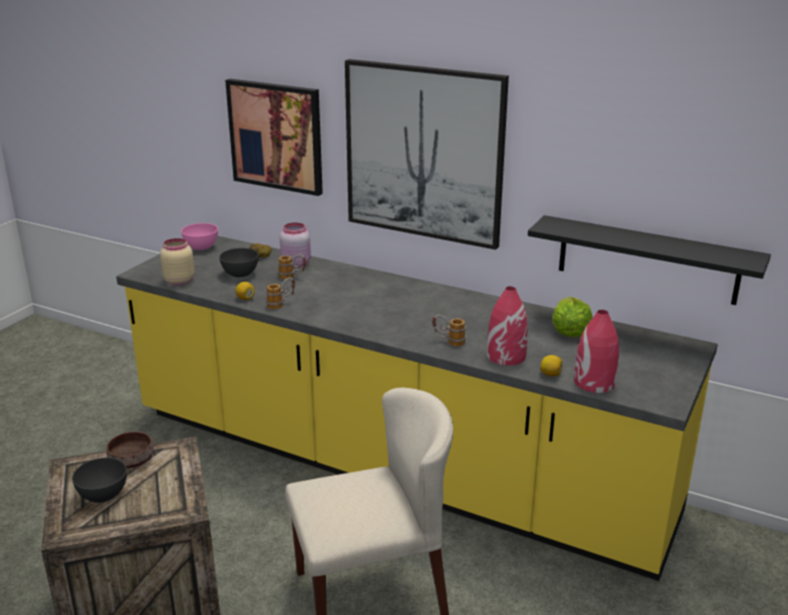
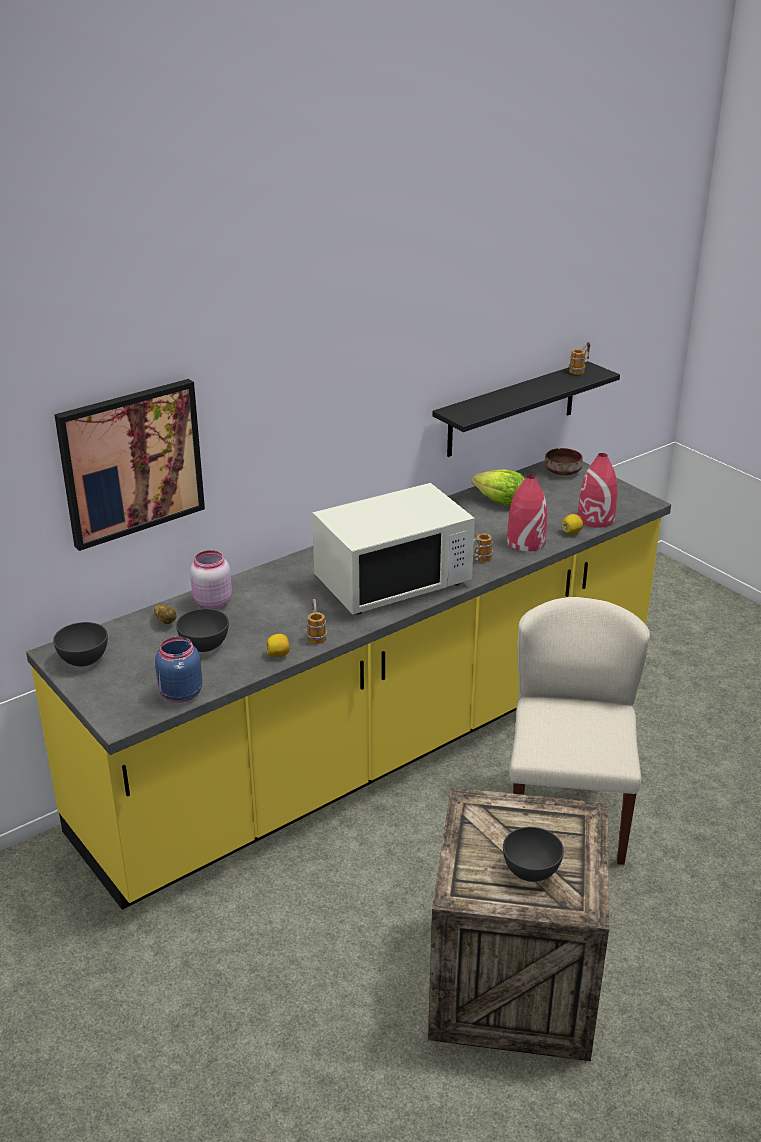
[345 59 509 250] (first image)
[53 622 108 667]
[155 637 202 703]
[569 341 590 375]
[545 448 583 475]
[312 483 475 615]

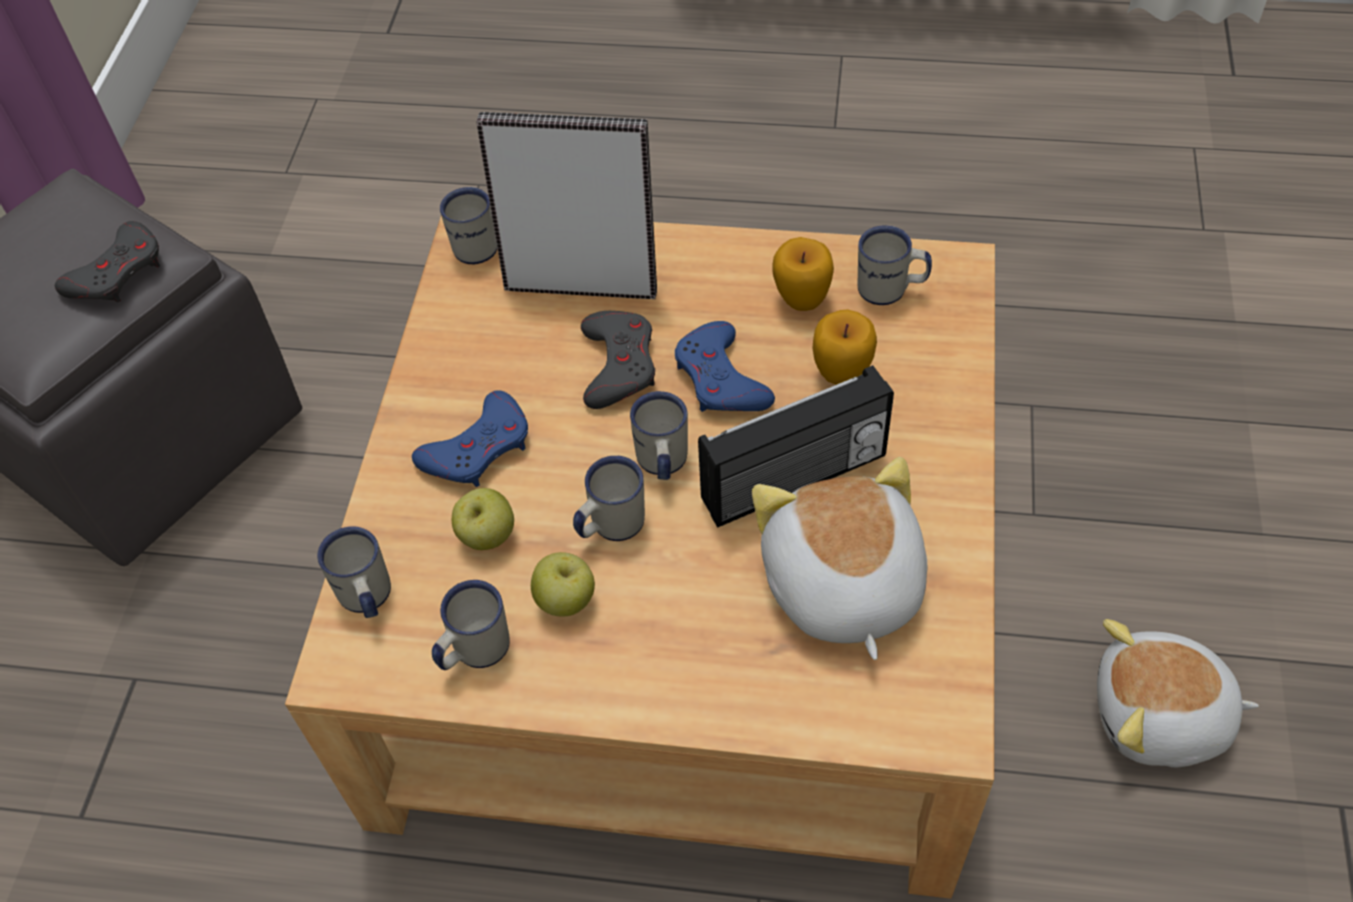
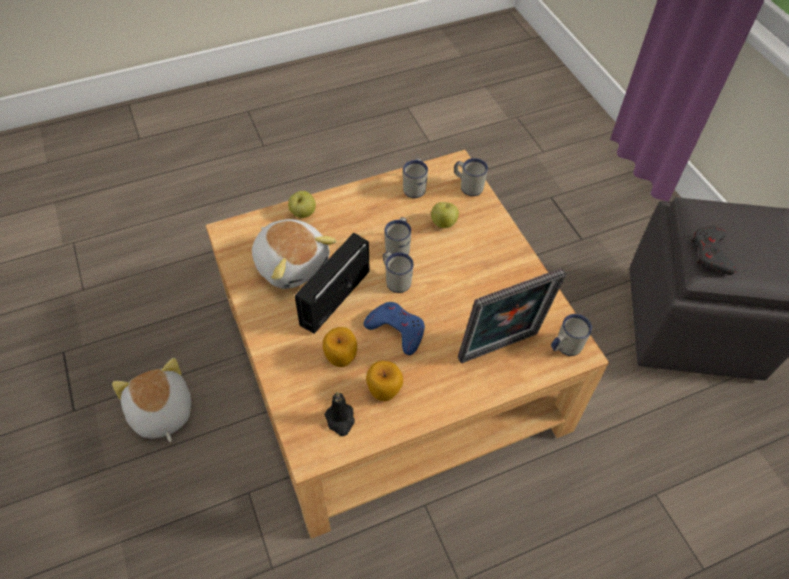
[325 392 355 436]
[581 311 655 409] (first image)
[412 390 528 487] (first image)
[288 191 316 218]
[112 358 191 442]

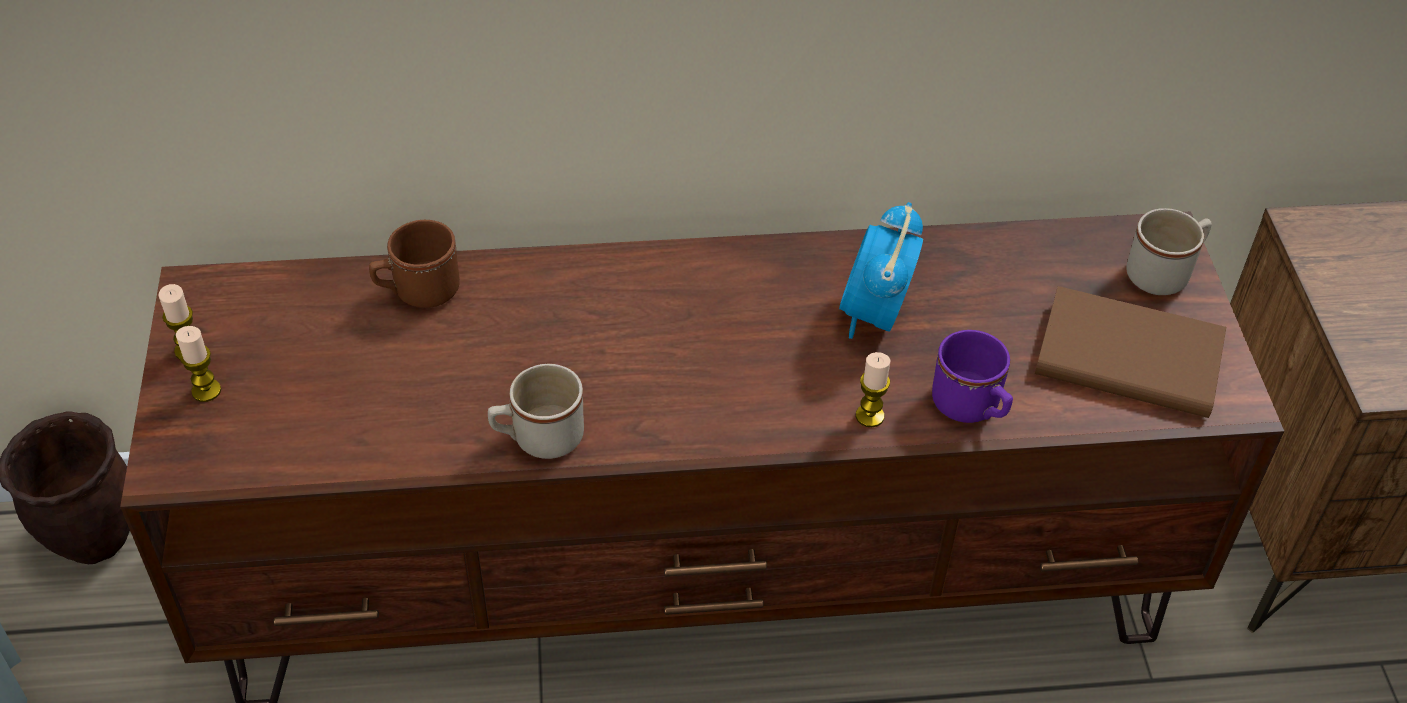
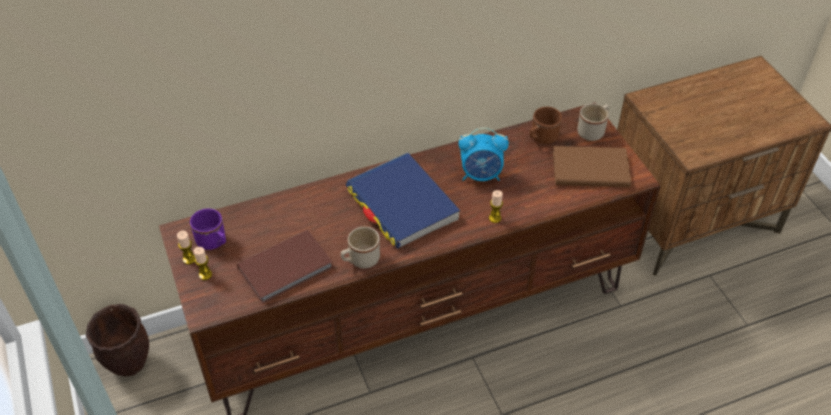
[459 127 509 181]
[530 107 562 144]
[190 209 226 250]
[346 152 461 249]
[237 230 333 304]

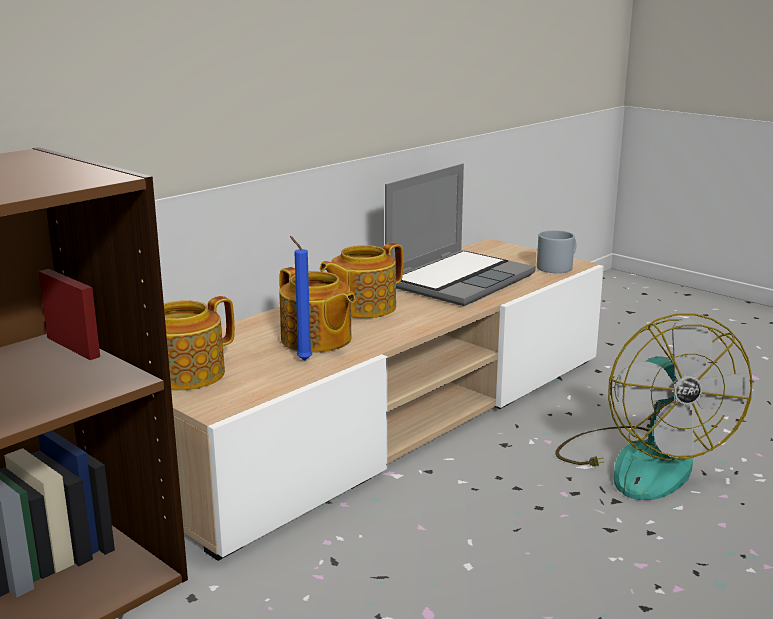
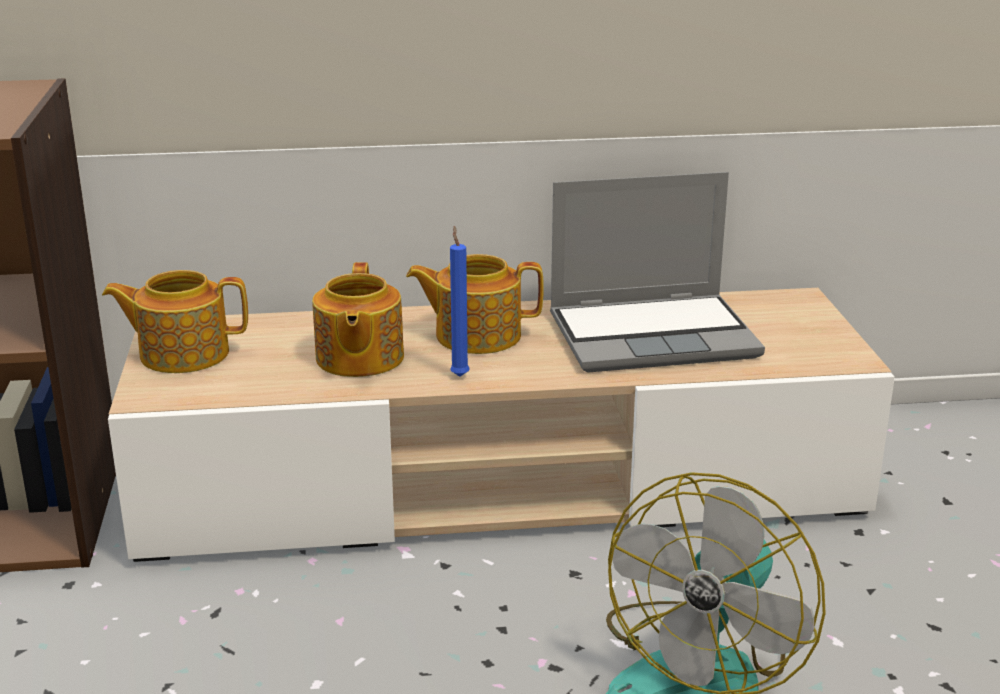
[537 230 576 273] (first image)
[450 226 470 377]

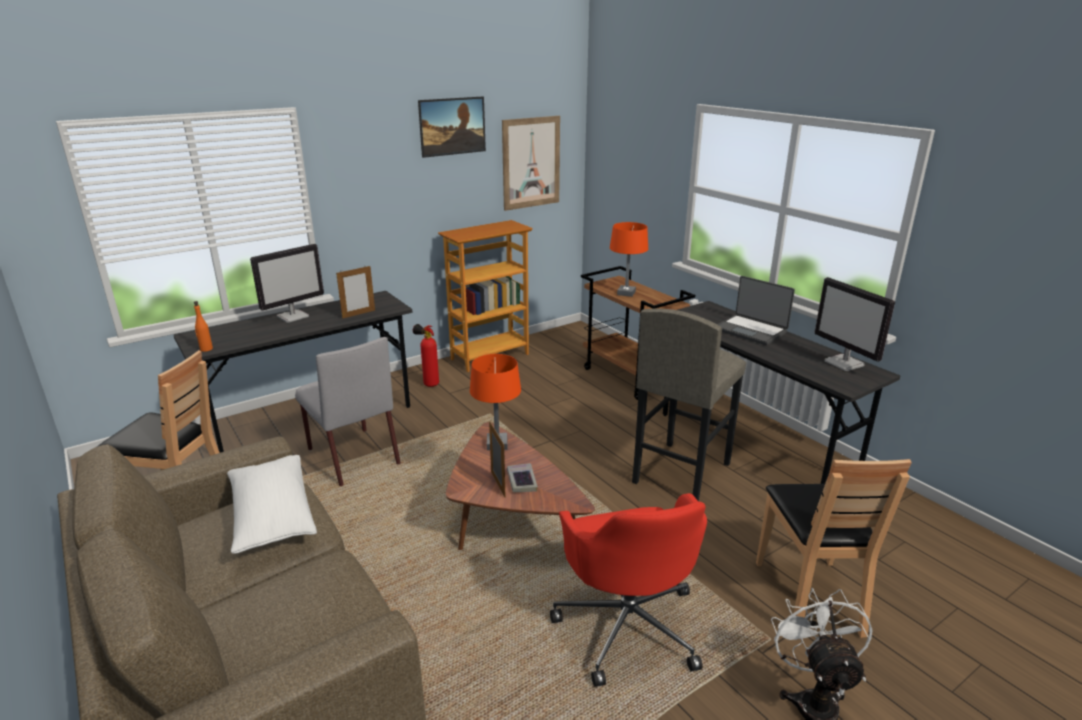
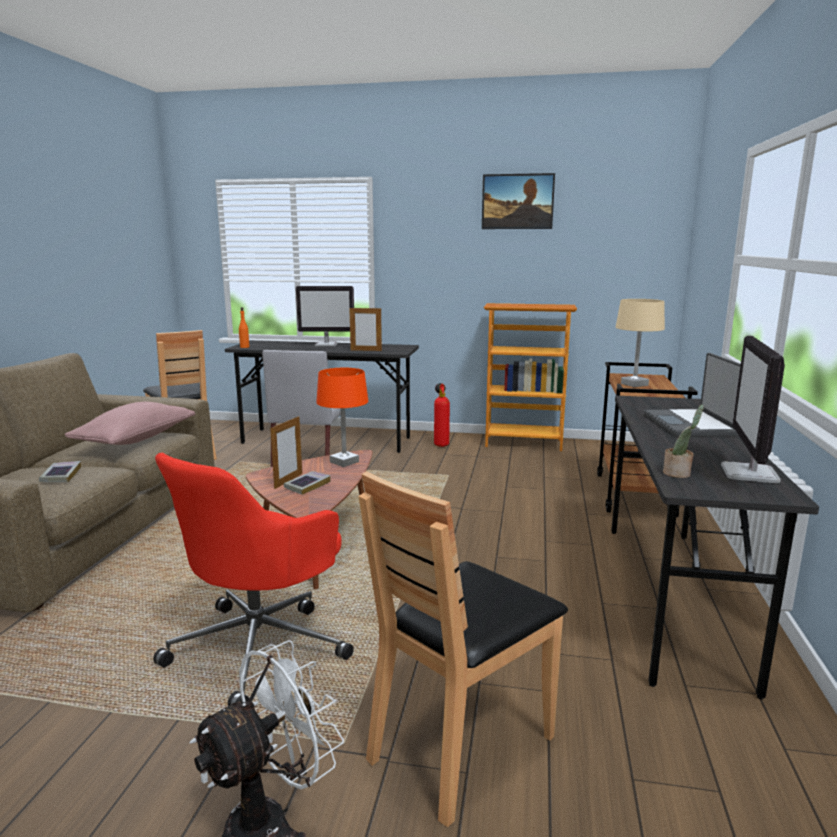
[502 116 560 211] (first image)
[616 299 665 387]
[632 309 746 501] (first image)
[65 402 195 445]
[663 405 704 478]
[39 461 81 482]

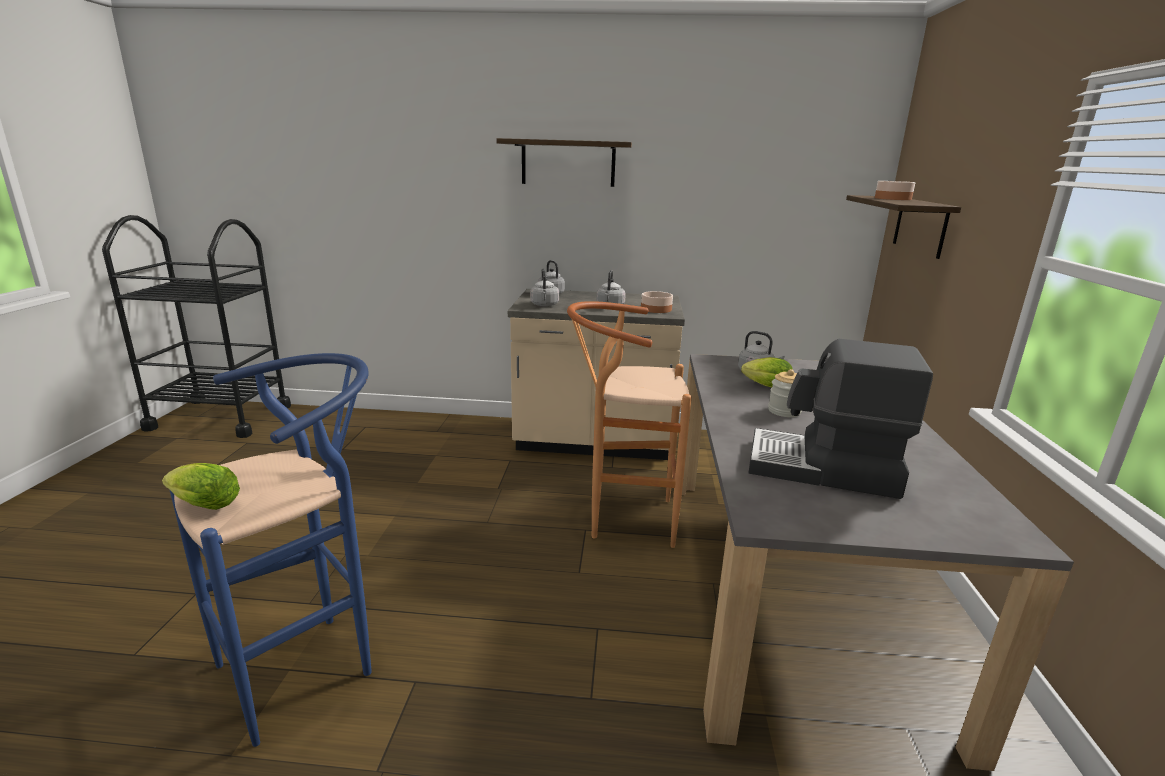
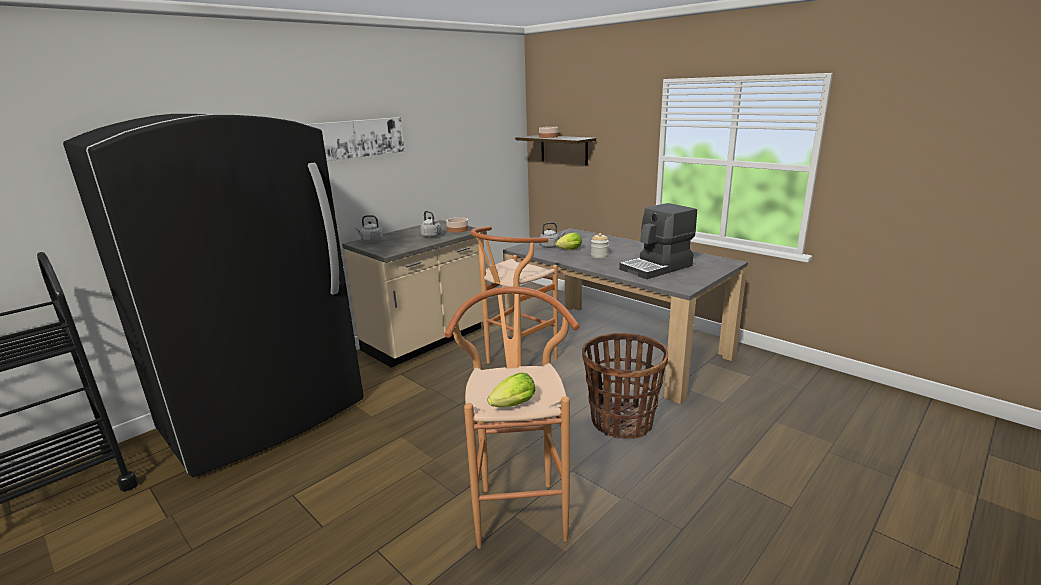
[305 117 404 161]
[530 268 559 307] (first image)
[444 287 580 549]
[63 114 364 477]
[582 333 668 439]

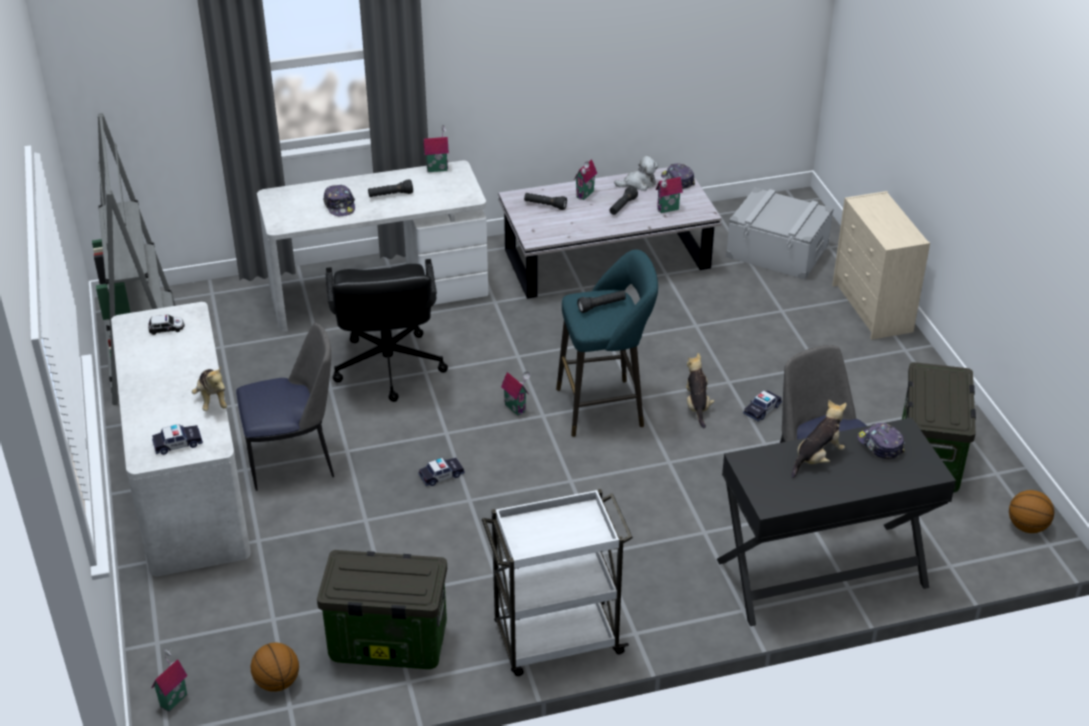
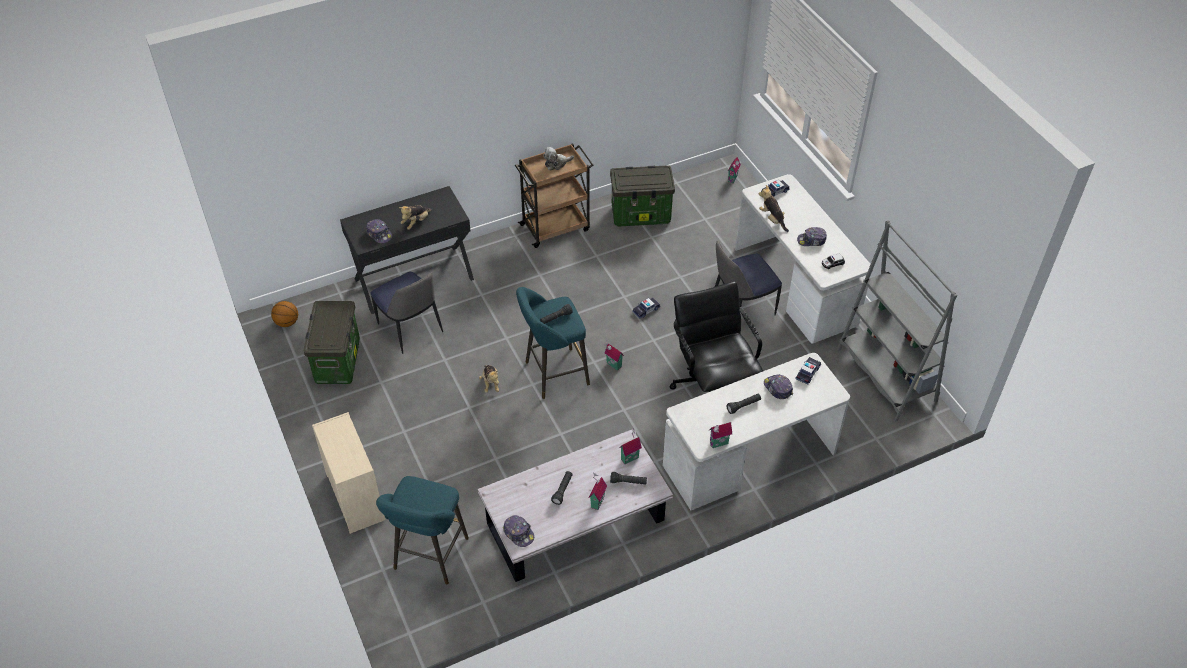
[543 147 574 170]
[619 428 642 464]
[376 476 469 584]
[795 357 821 385]
[515 143 593 248]
[251 643 299 692] (first image)
[797 227 827 246]

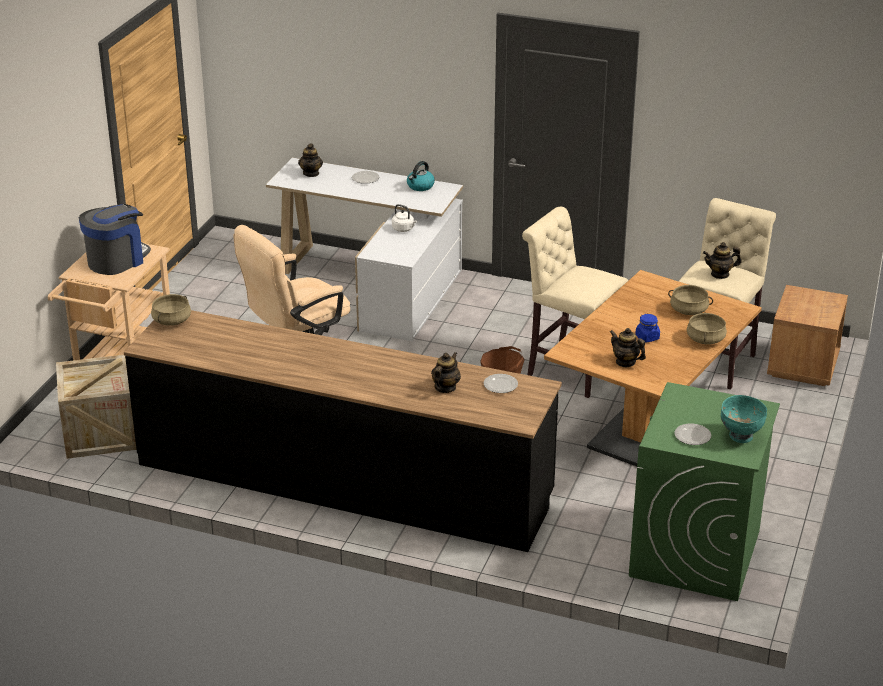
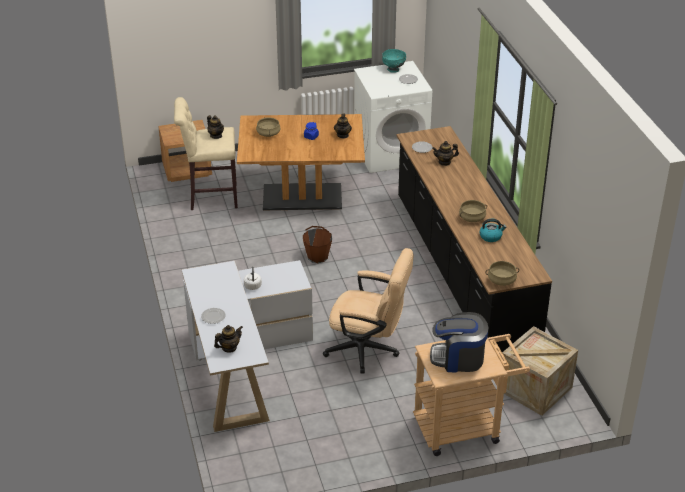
[479 219 507 242]
[522 206 628 398] (first image)
[459 200 487 222]
[354 61 432 173]

